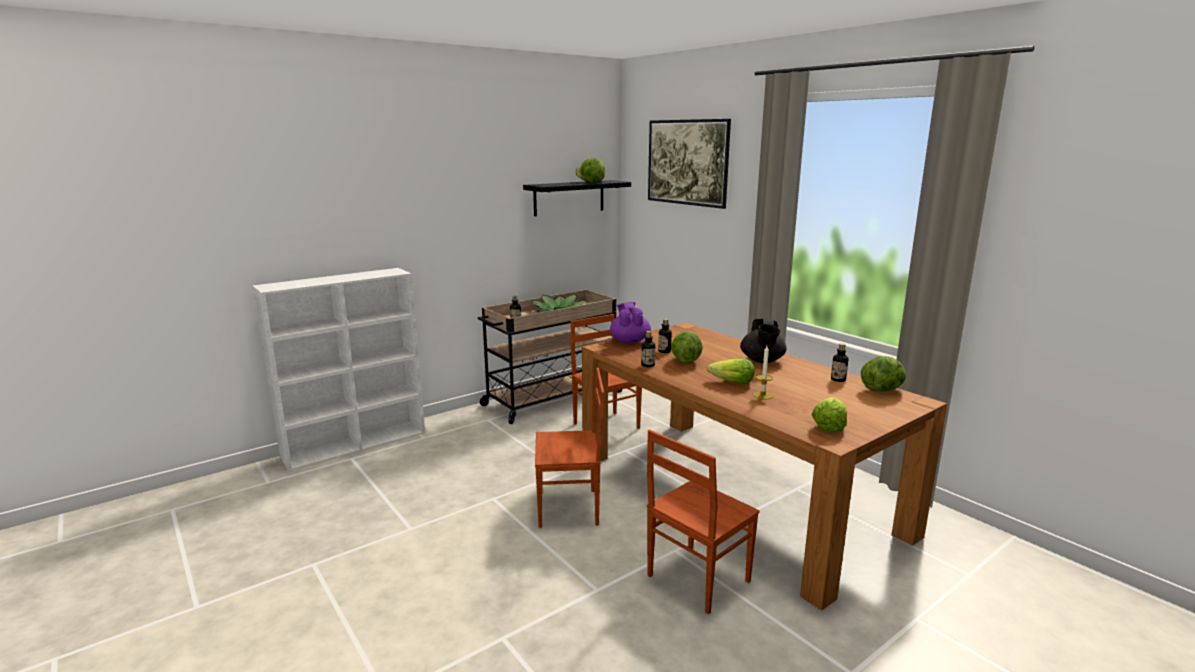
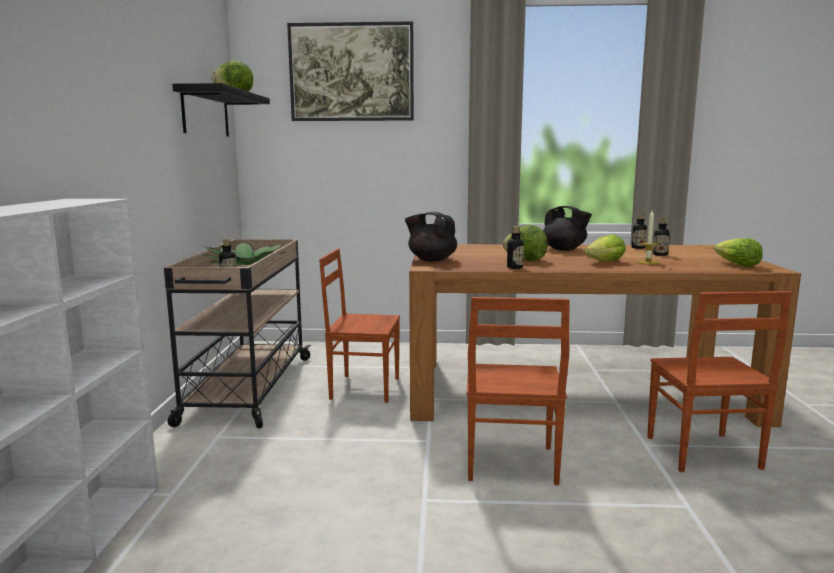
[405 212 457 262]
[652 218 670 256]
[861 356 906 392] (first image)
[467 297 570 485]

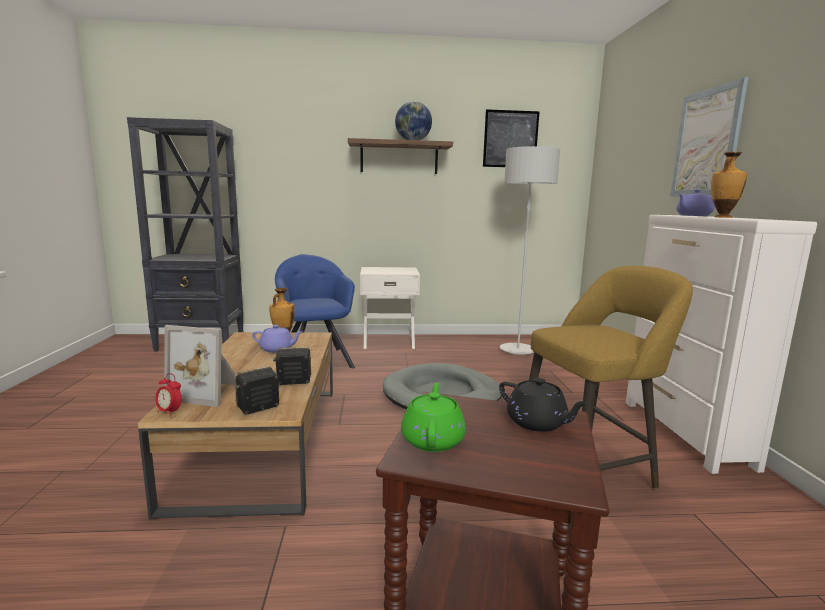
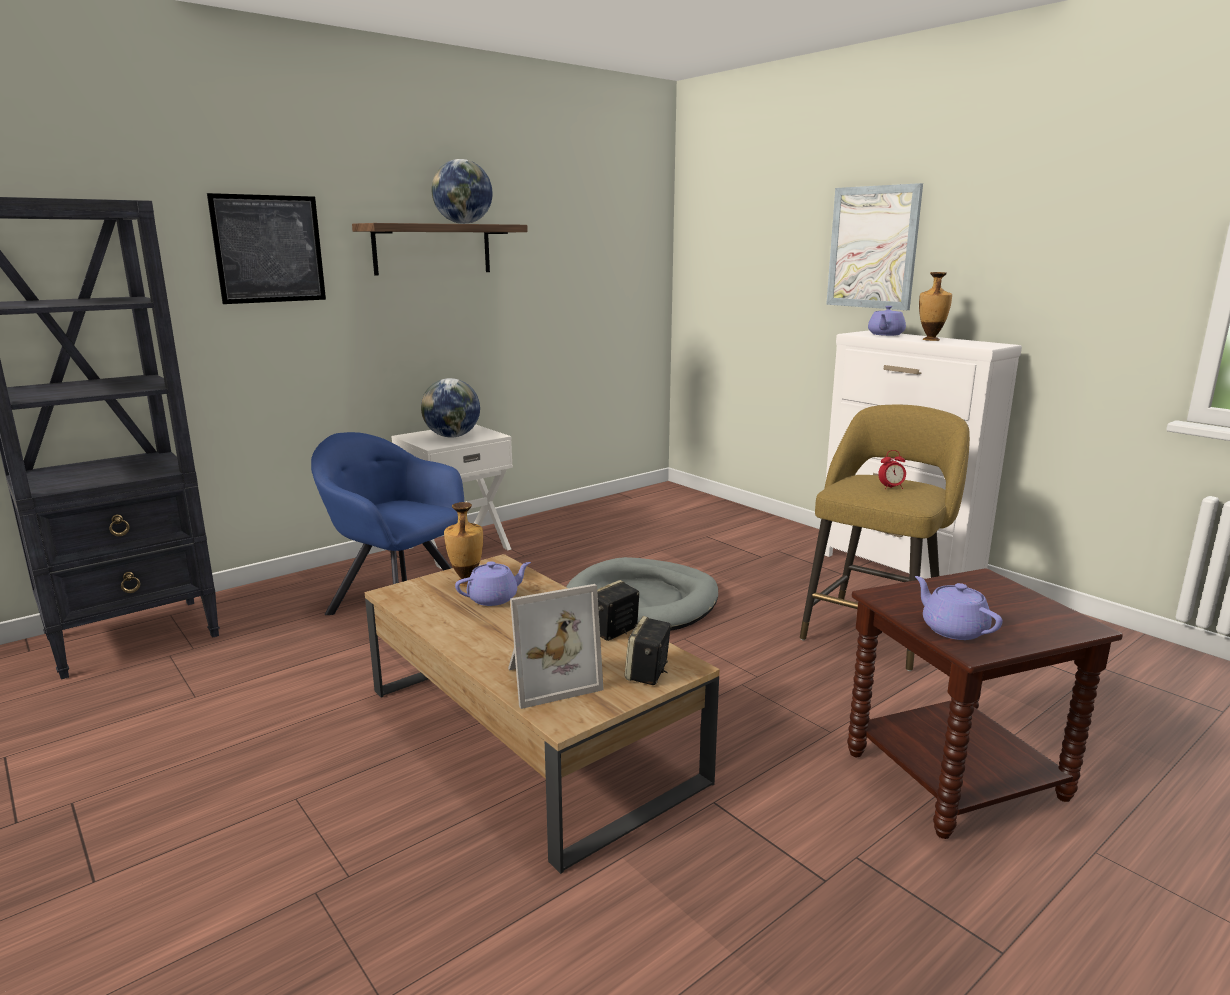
[207 193 326 304]
[500 146 560 355] (first image)
[878 450 906 490]
[499 378 589 432] (first image)
[915 576 1002 640]
[421 378 480 438]

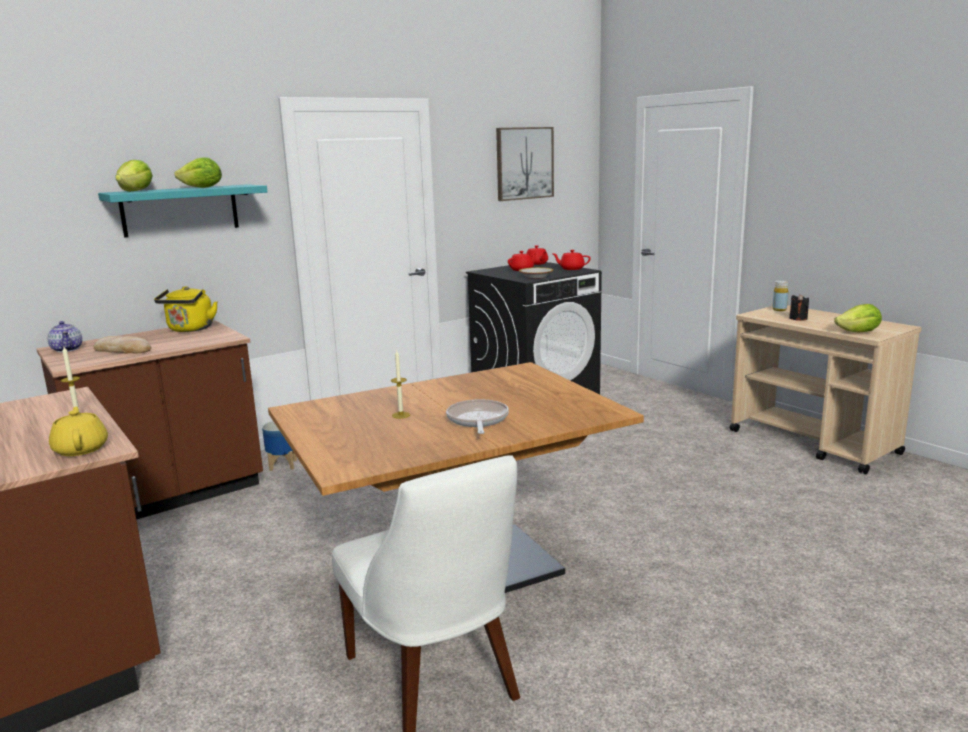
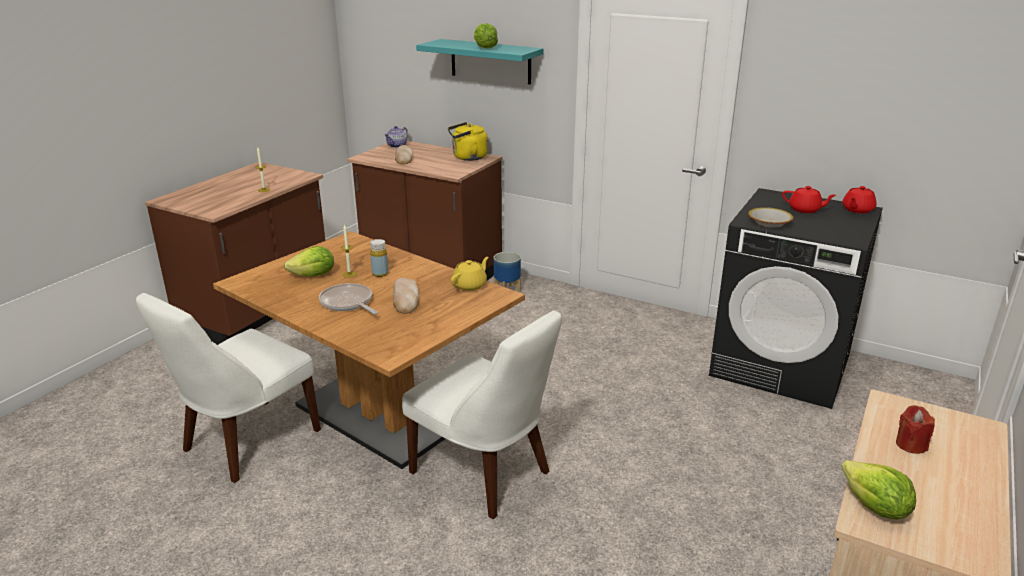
[496 127 554 201] (first image)
[284 246 334 277]
[553 250 591 270] (first image)
[370 239 388 277]
[896 405 935 454]
[319 283 378 314]
[451 257 489 291]
[393 278 419 314]
[402 310 562 519]

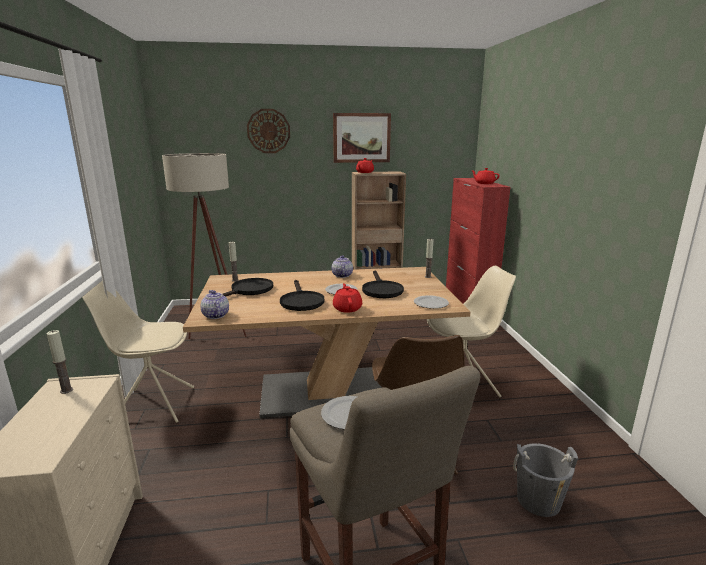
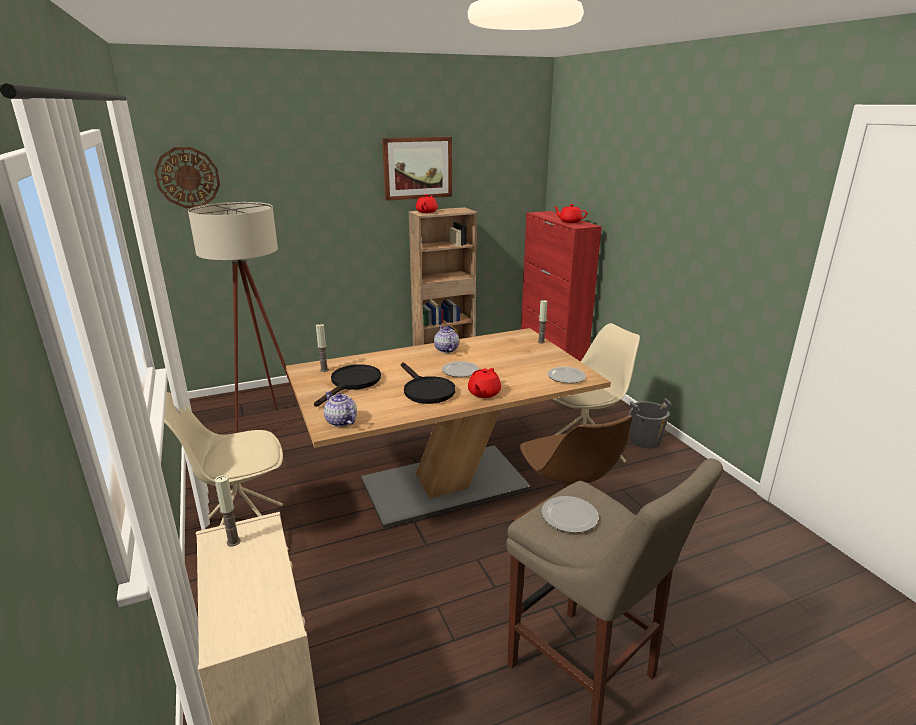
[154 147 220 208]
[362 270 404 298] (first image)
[468 368 501 398]
[629 398 671 449]

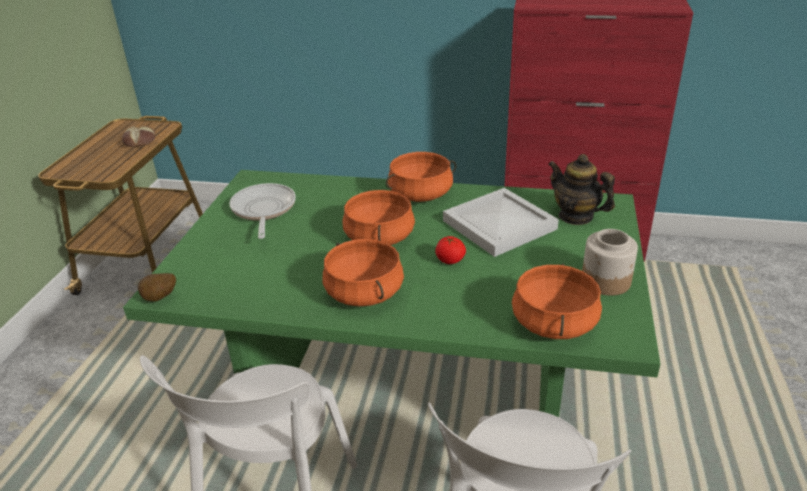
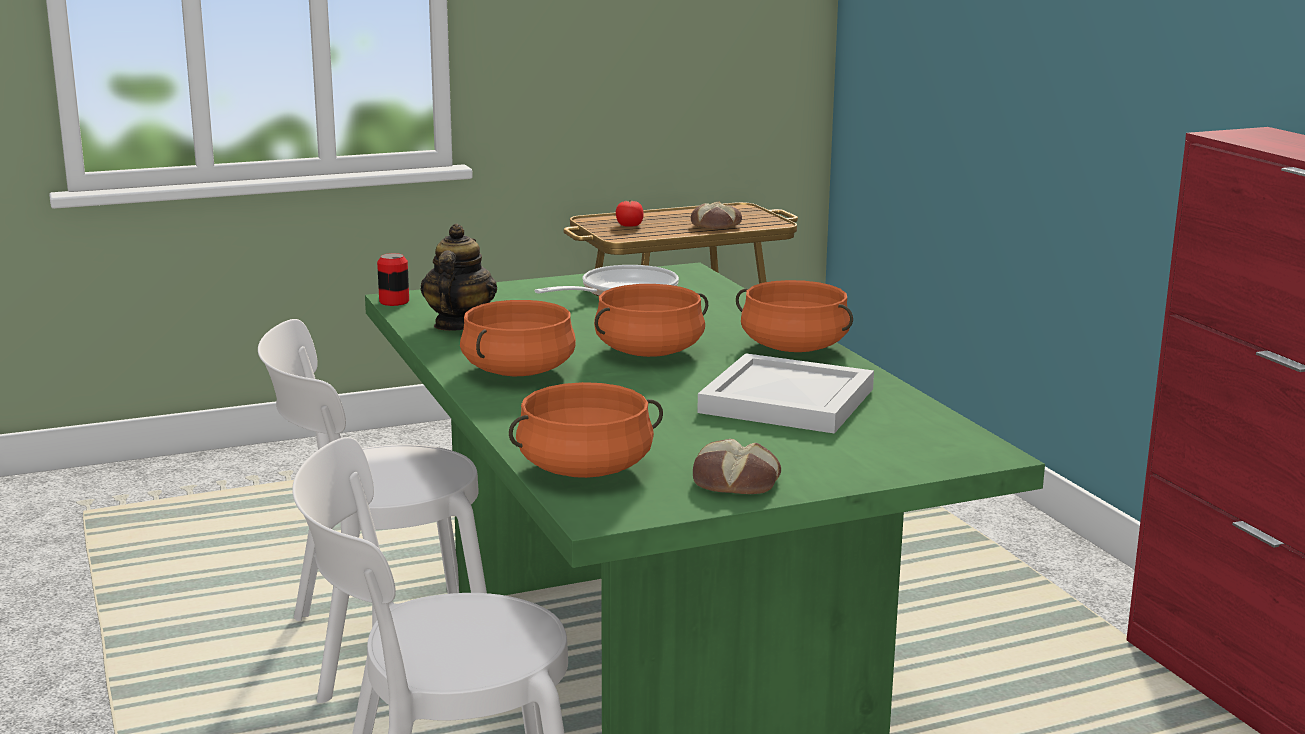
[420 224 497 331]
[693 439 781 494]
[616 200 644 227]
[377 253 409 306]

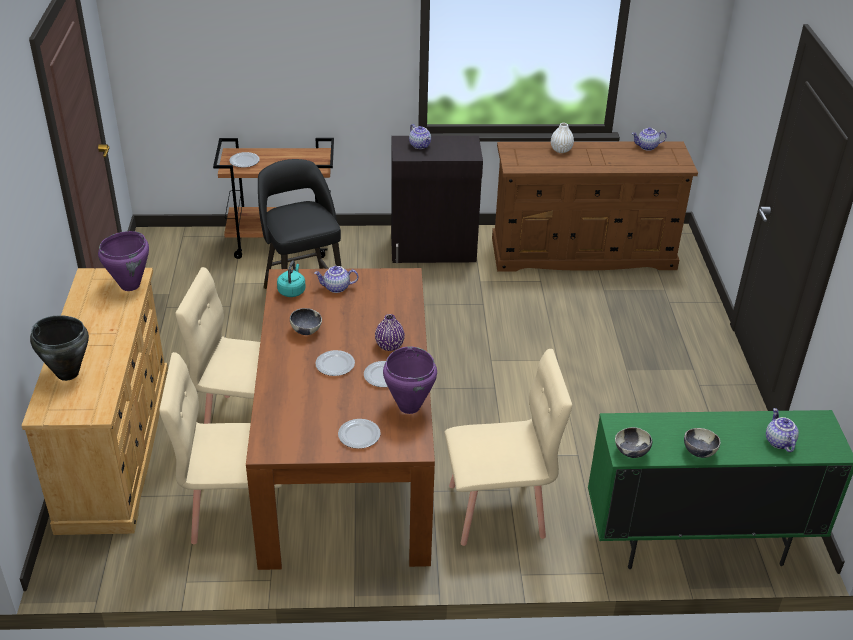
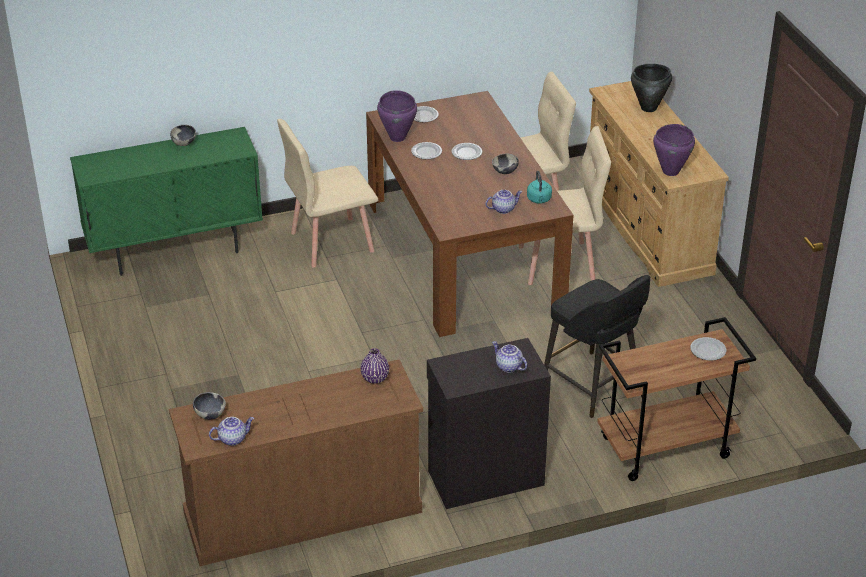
[551 123 574 153] (first image)
[361 348 389 384]
[766 408 799 452] (first image)
[193 392 226 420]

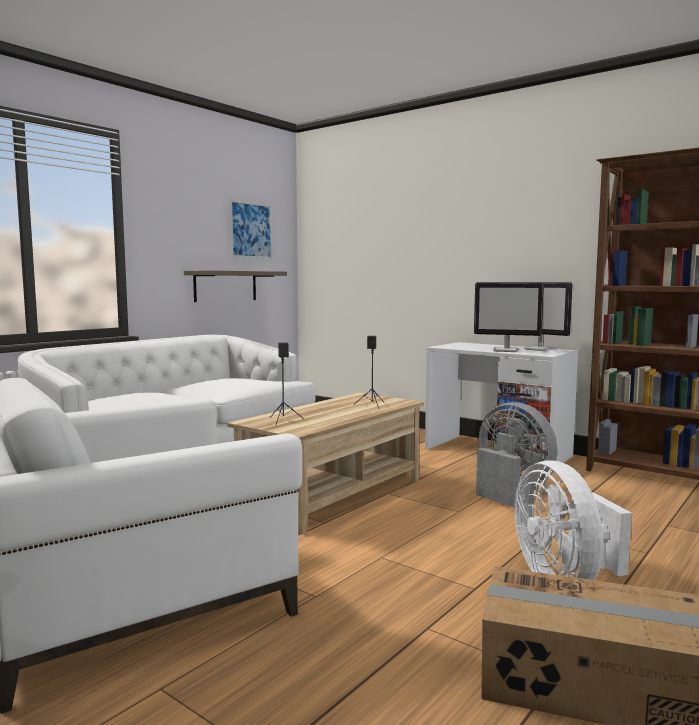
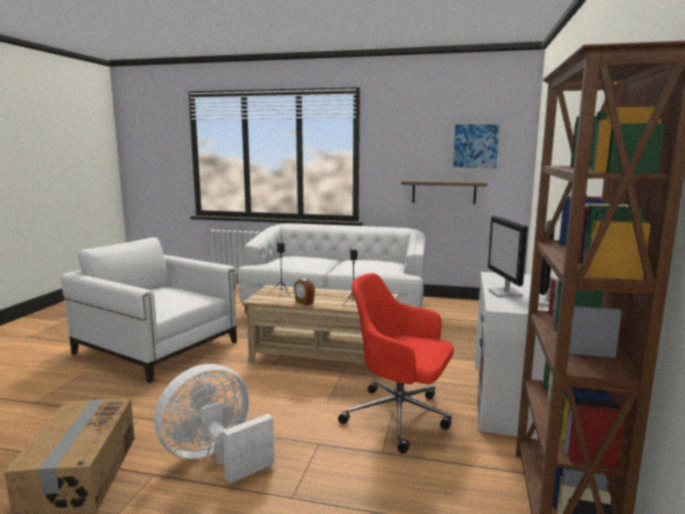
[338 273 454 454]
[294 279 315 306]

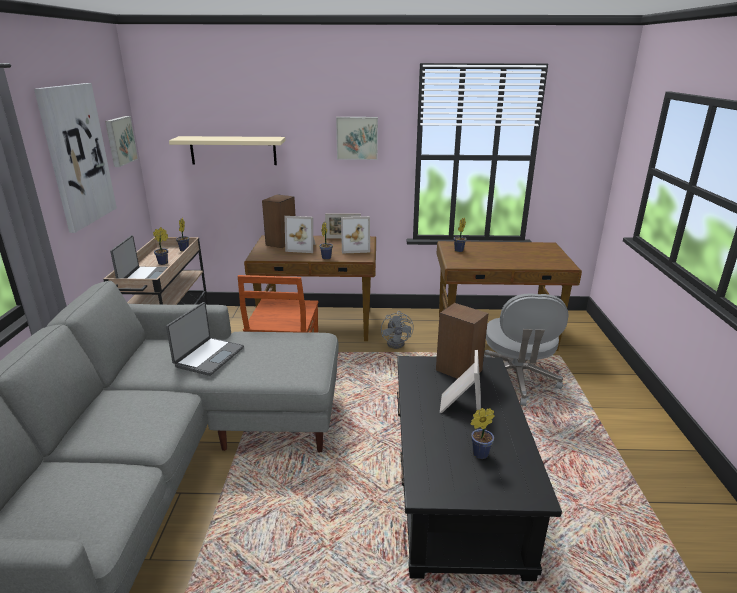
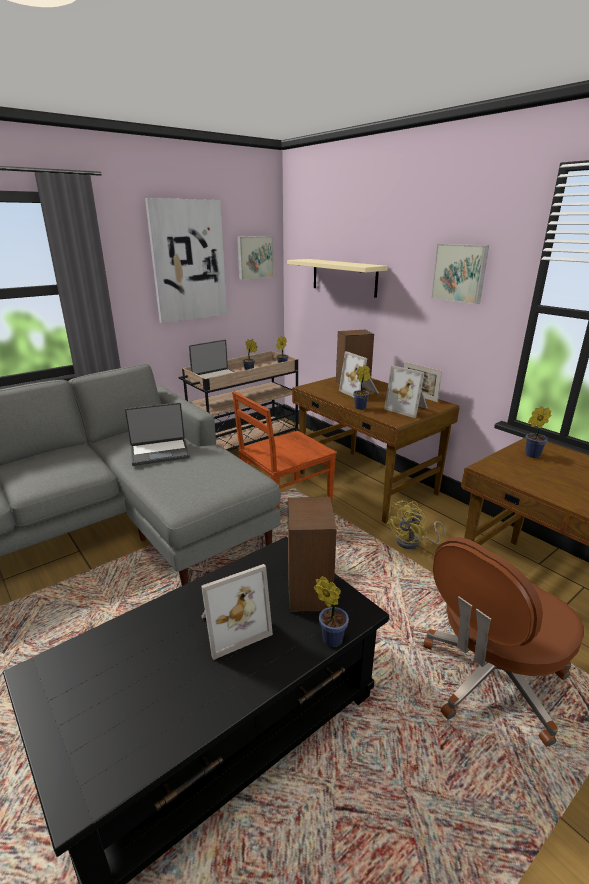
[423 537 584 747]
[386 500 446 549]
[314 576 349 647]

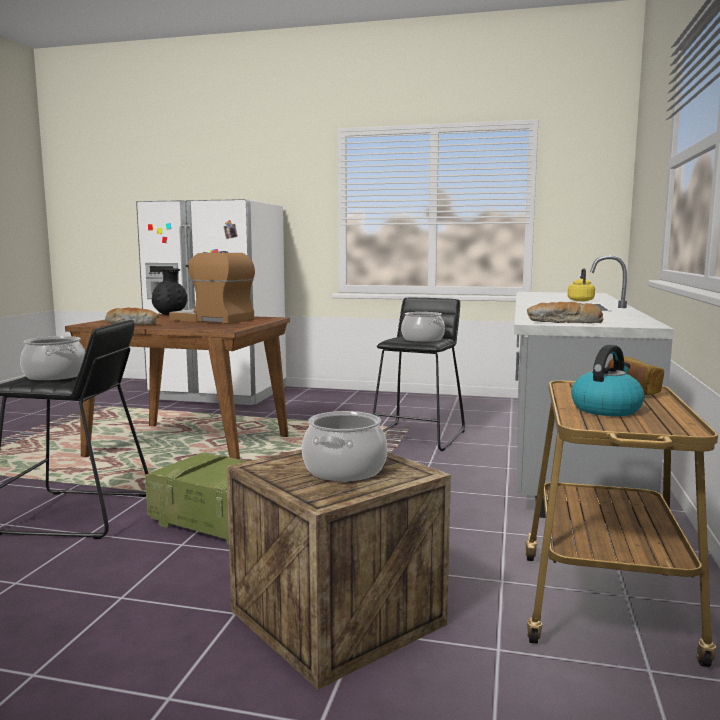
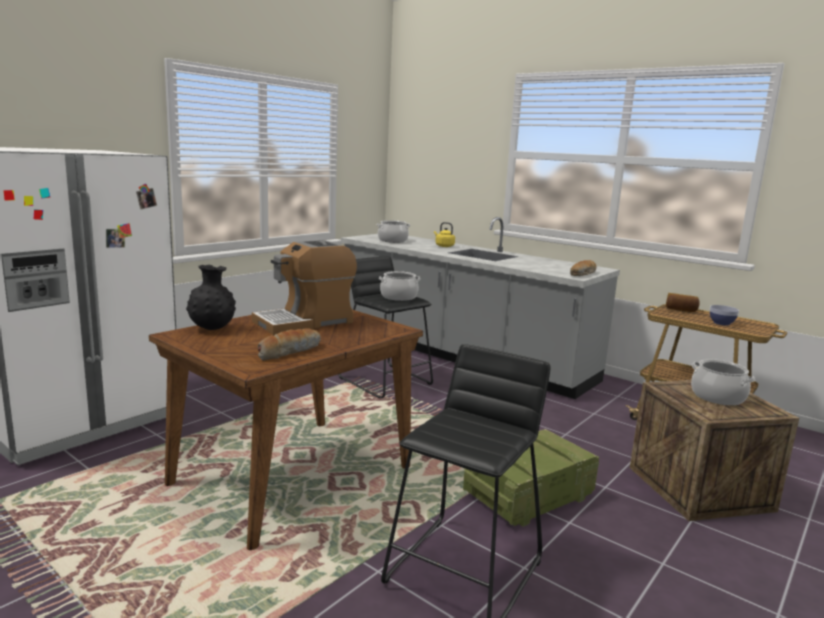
[377 220 410 243]
[710 305 739 325]

